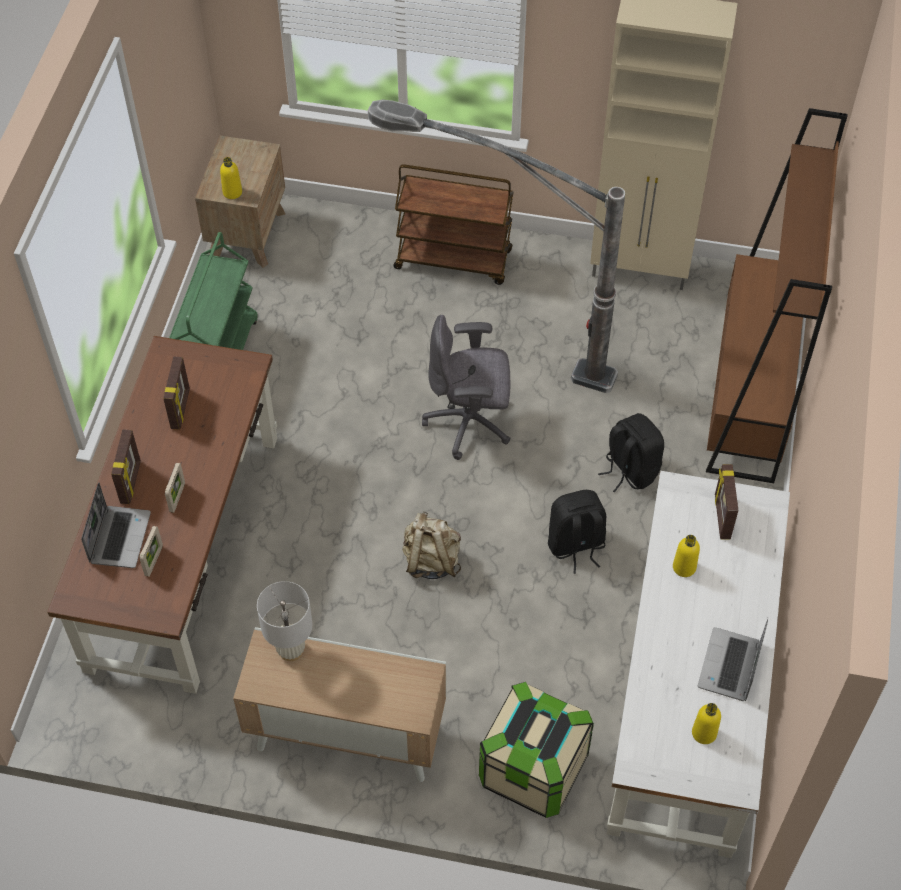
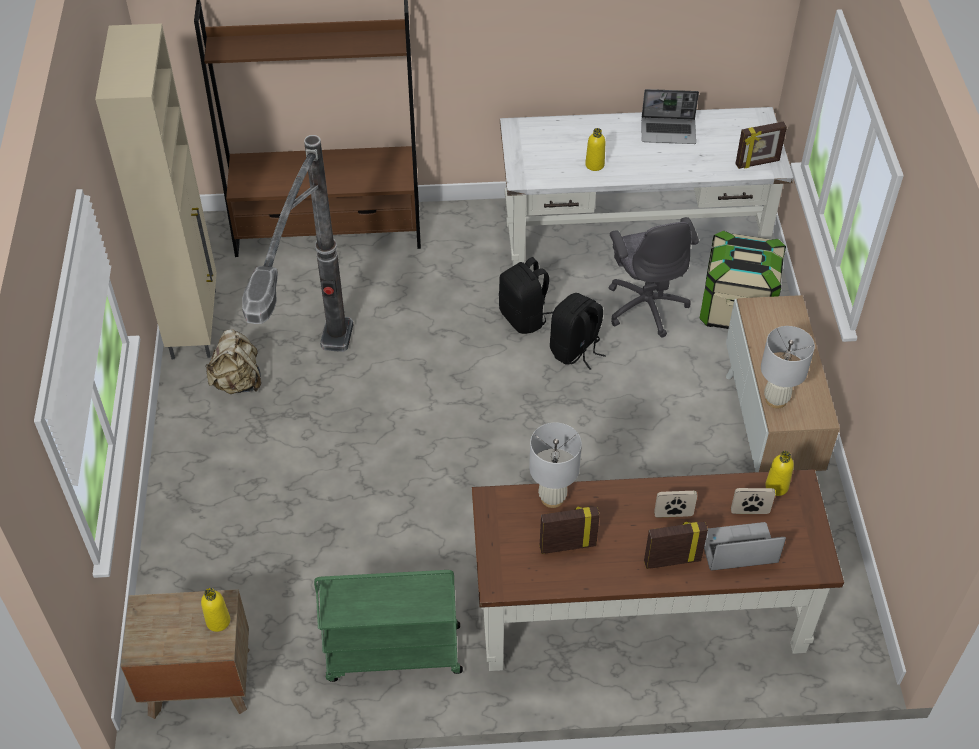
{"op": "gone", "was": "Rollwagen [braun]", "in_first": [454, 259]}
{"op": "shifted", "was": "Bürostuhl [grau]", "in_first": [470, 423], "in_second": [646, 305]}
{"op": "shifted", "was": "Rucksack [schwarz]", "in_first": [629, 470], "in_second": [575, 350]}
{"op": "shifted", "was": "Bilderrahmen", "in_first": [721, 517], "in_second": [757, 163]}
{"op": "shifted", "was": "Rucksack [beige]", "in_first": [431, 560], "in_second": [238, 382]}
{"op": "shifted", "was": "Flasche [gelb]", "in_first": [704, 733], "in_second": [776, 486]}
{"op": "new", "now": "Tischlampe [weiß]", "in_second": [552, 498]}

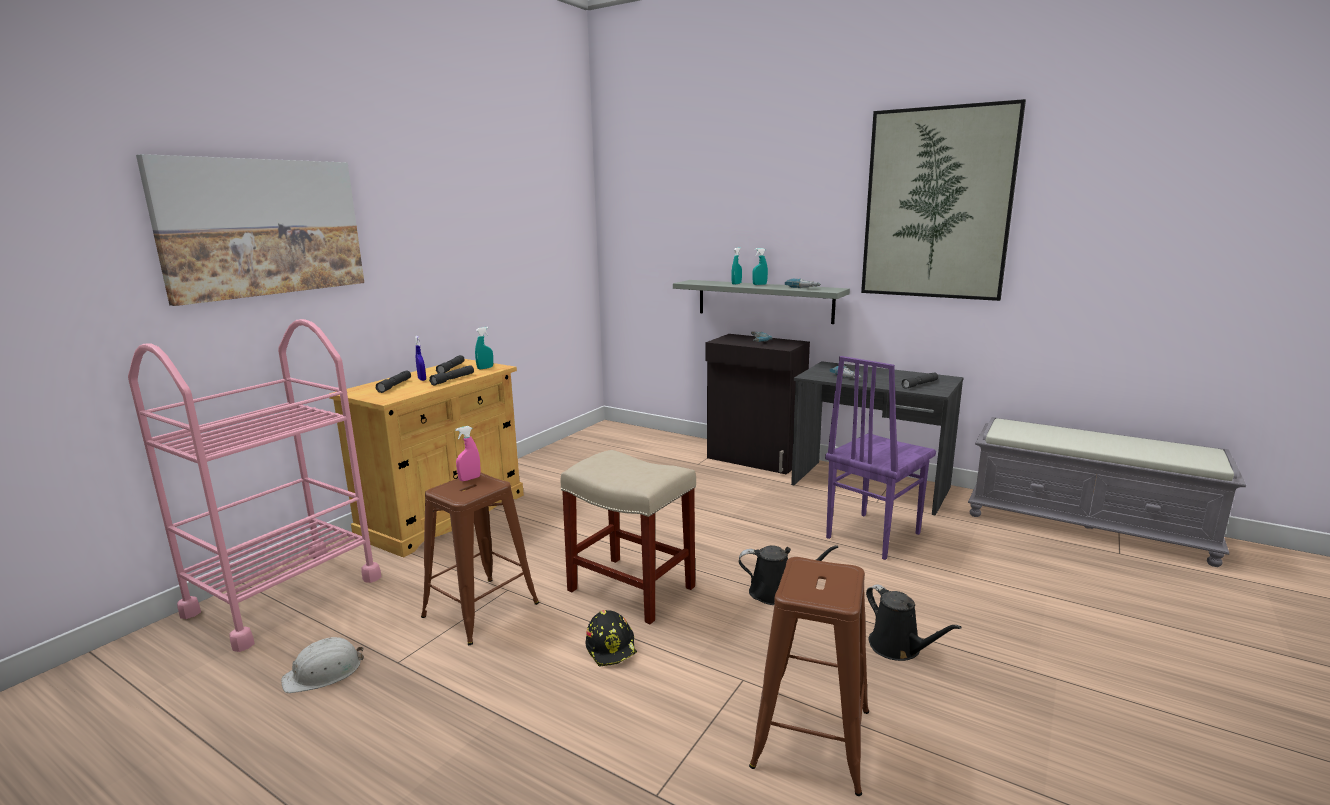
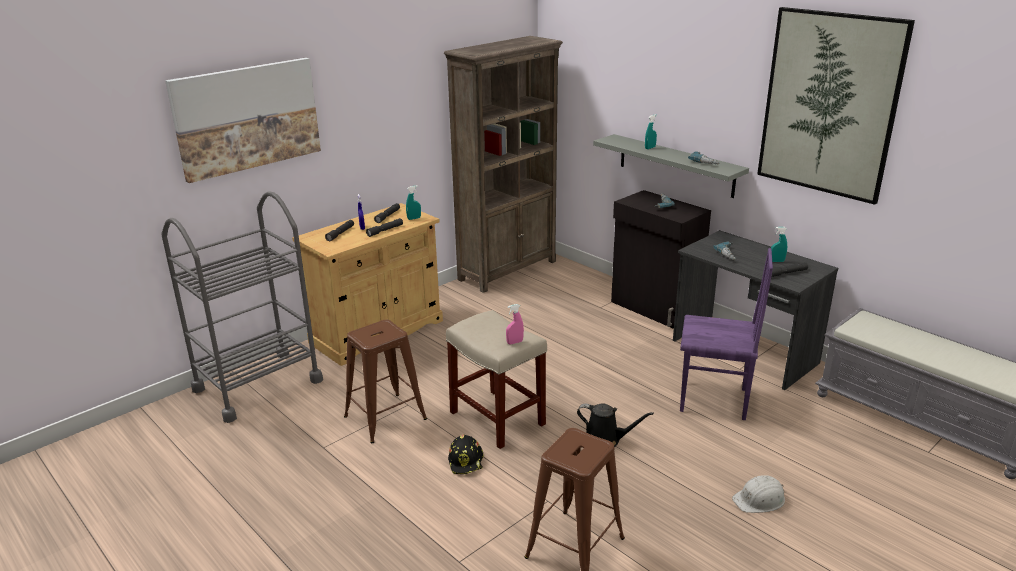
{"op": "shifted", "was": "Sprühflasche [türkis]", "in_first": [759, 284], "in_second": [776, 261]}
{"op": "repainted", "was": "Rollwagen [rosa]", "now": "Rollwagen [grau]", "in_first": [284, 595], "in_second": [258, 385]}
{"op": "rotated", "was": "Stuhl [lila]", "in_first": [871, 535], "in_second": [714, 401], "clockwise": -135}
{"op": "shifted", "was": "Sprühflasche [rosa]", "in_first": [469, 479], "in_second": [514, 342]}
{"op": "gone", "was": "Gießkanne [schwarz]", "in_first": [898, 648]}
{"op": "shifted", "was": "Schutzhelm [weiß]", "in_first": [324, 672], "in_second": [760, 499]}
{"op": "new", "now": "Bücherregal [braun]", "in_second": [508, 270]}

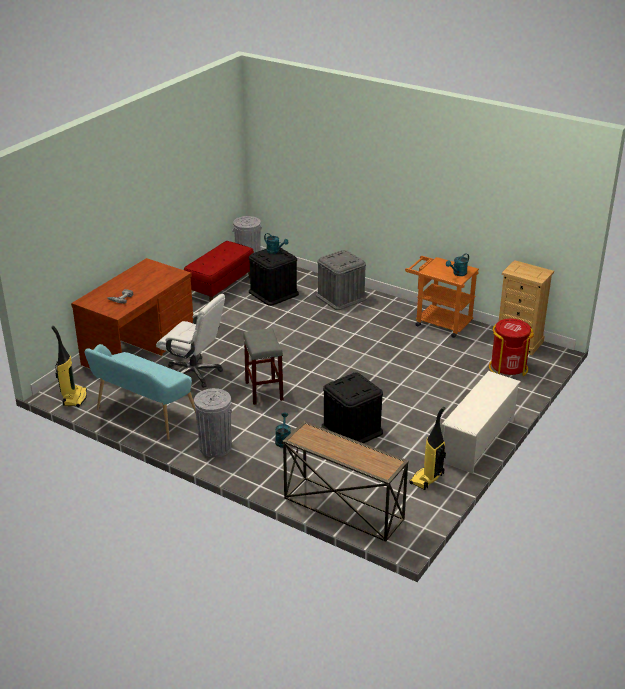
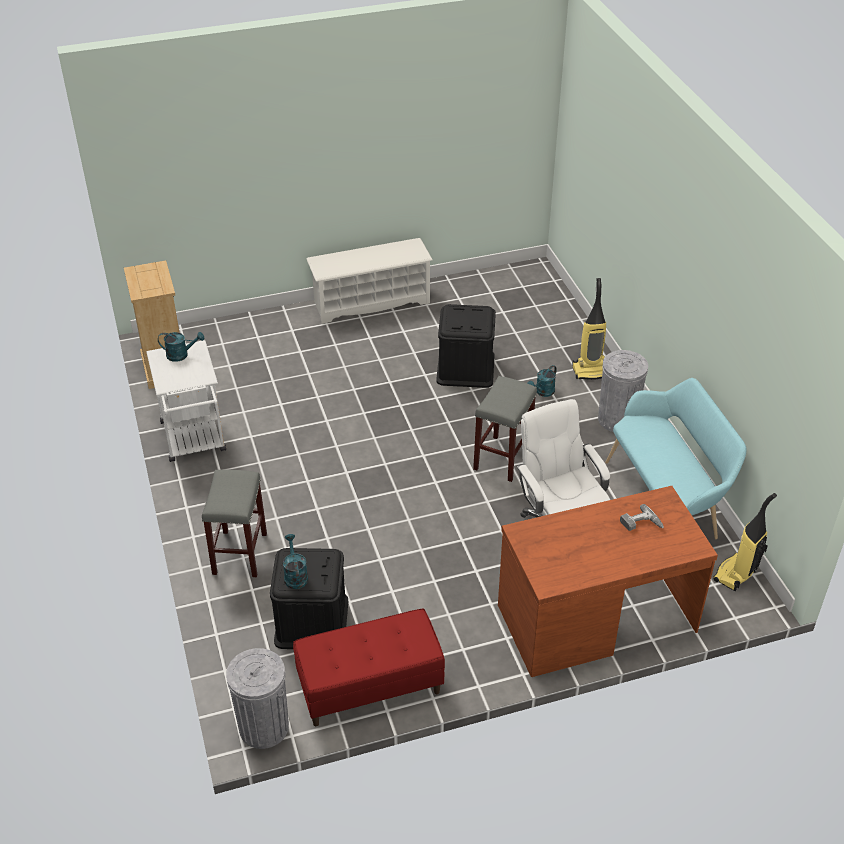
{"op": "swapped", "was": "Aufbewahrungsbox [grau]", "now": "Hocker [grau]", "in_first": [341, 297], "in_second": [239, 553]}
{"op": "repainted", "was": "Rollwagen [orange]", "now": "Rollwagen [weiß]", "in_first": [438, 322], "in_second": [194, 441]}
{"op": "gone", "was": "Mülleimer [rot]", "in_first": [508, 368]}
{"op": "shifted", "was": "Staubsauger", "in_first": [427, 479], "in_second": [592, 370]}
{"op": "gone", "was": "Konsolentisch", "in_first": [342, 508]}

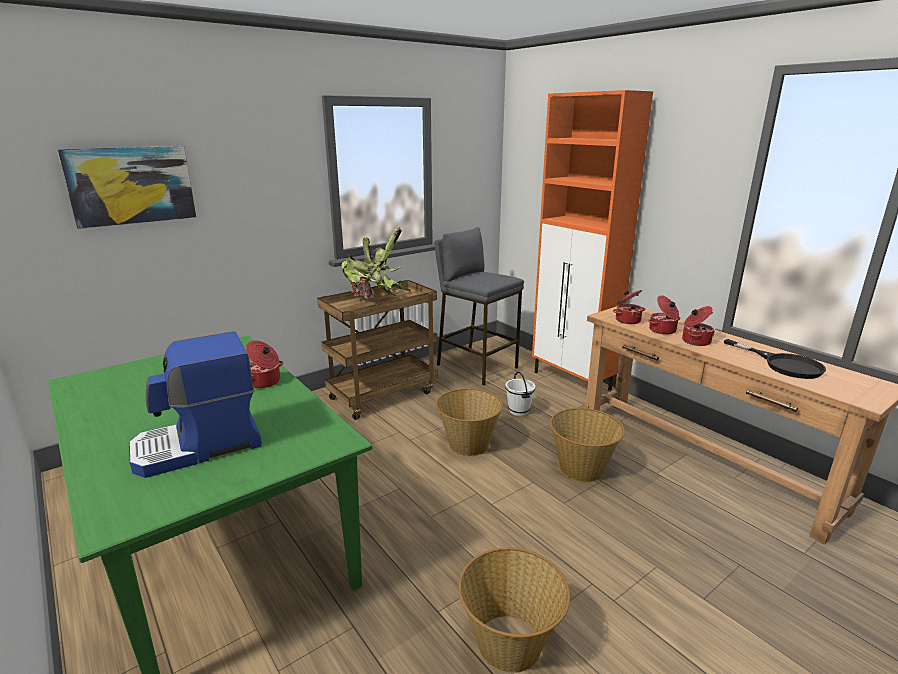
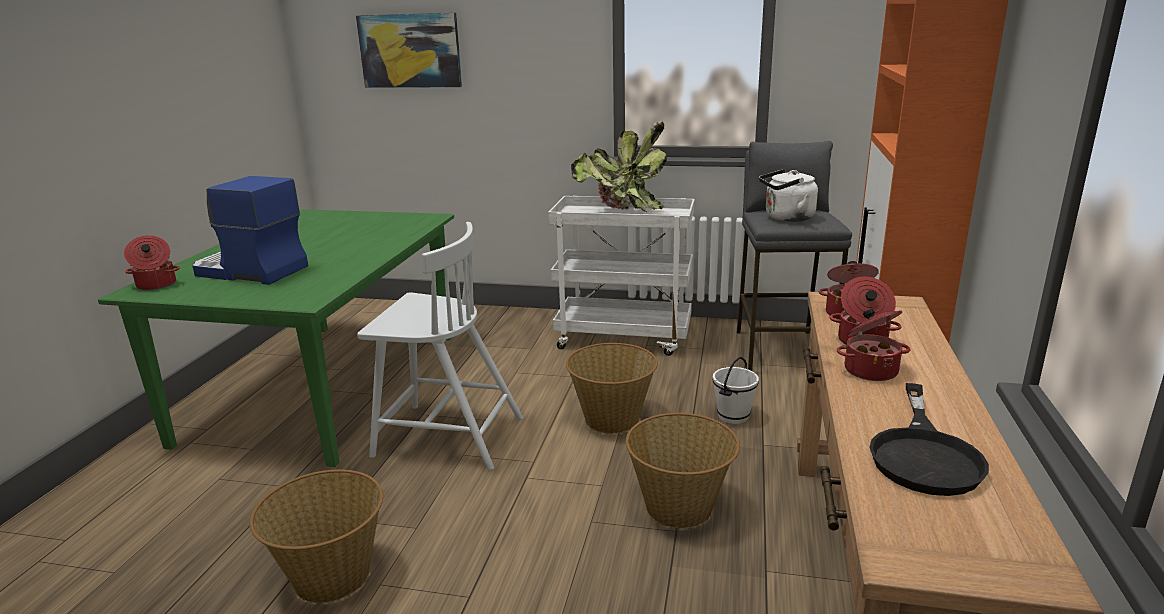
{"op": "repainted", "was": "Rollwagen [braun]", "now": "Rollwagen [weiß]", "in_first": [383, 394], "in_second": [624, 338]}
{"op": "shifted", "was": "Kochtopf", "in_first": [265, 382], "in_second": [156, 285]}
{"op": "new", "now": "Wasserkessel [weiß]", "in_second": [786, 218]}
{"op": "new", "now": "Stuhl [weiß]", "in_second": [446, 436]}

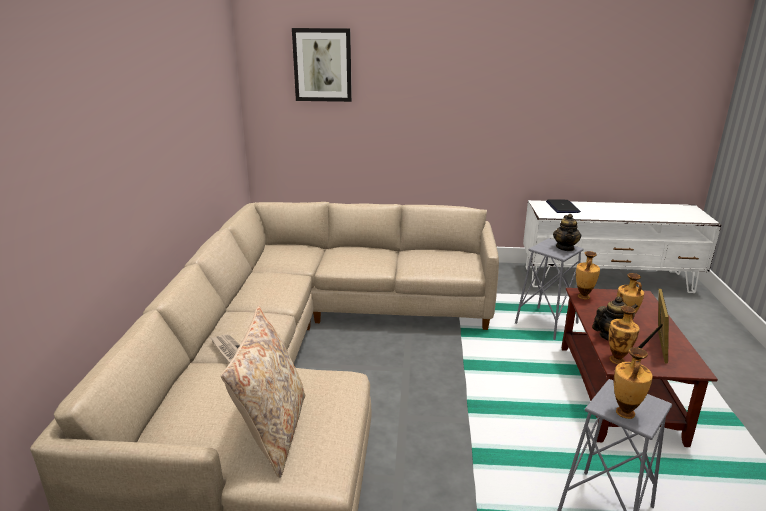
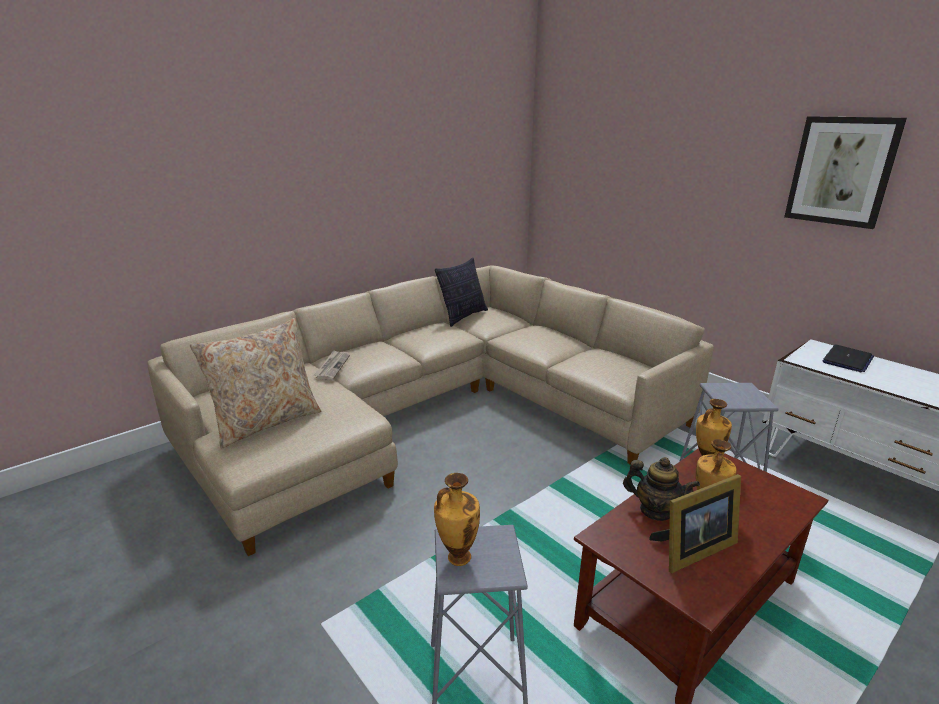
{"op": "shifted", "was": "Bild", "in_first": [322, 65], "in_second": [841, 171]}
{"op": "gone", "was": "Teekanne", "in_first": [565, 247]}
{"op": "gone", "was": "Vase", "in_first": [617, 359]}
{"op": "new", "now": "Kissen", "in_second": [463, 316]}

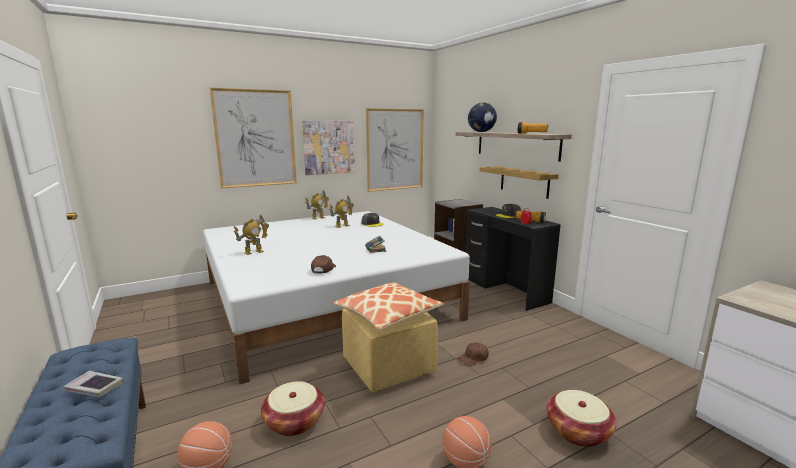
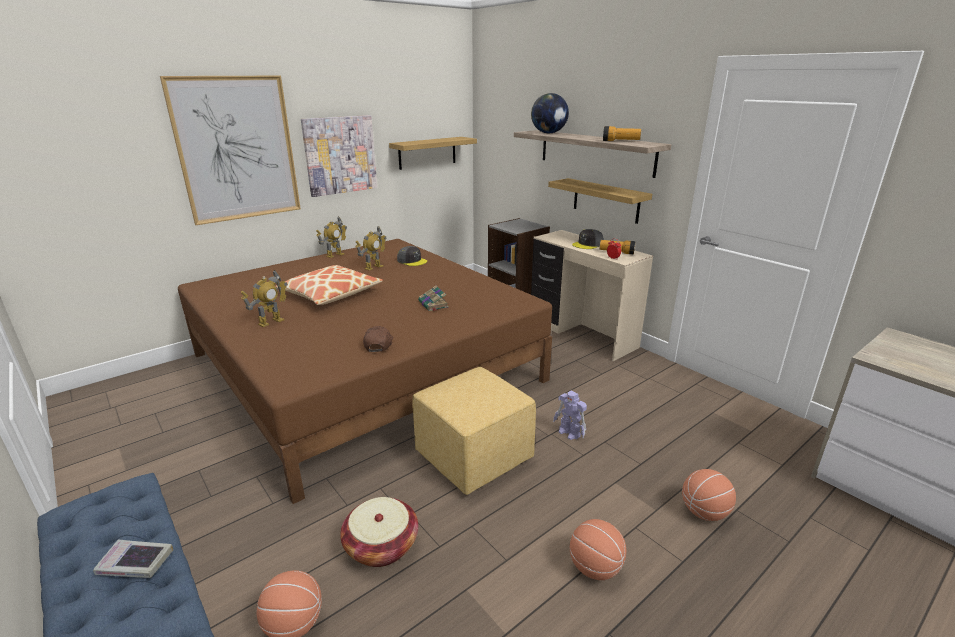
{"op": "swapped", "was": "Bild", "now": "Wandregal", "in_first": [395, 149], "in_second": [427, 153]}
{"op": "repainted", "was": "Schreibtisch [schwarz]", "now": "Schreibtisch [beige]", "in_first": [504, 290], "in_second": [581, 334]}
{"op": "repainted", "was": "Bett [weiß]", "now": "Bett [braun]", "in_first": [326, 299], "in_second": [365, 367]}
{"op": "shifted", "was": "Kissen", "in_first": [388, 314], "in_second": [331, 294]}
{"op": "swapped", "was": "Kappe [braun]", "now": "Spielzeugroboter", "in_first": [473, 358], "in_second": [569, 433]}
{"op": "swapped", "was": "Korb", "now": "Basketball", "in_first": [578, 431], "in_second": [703, 512]}

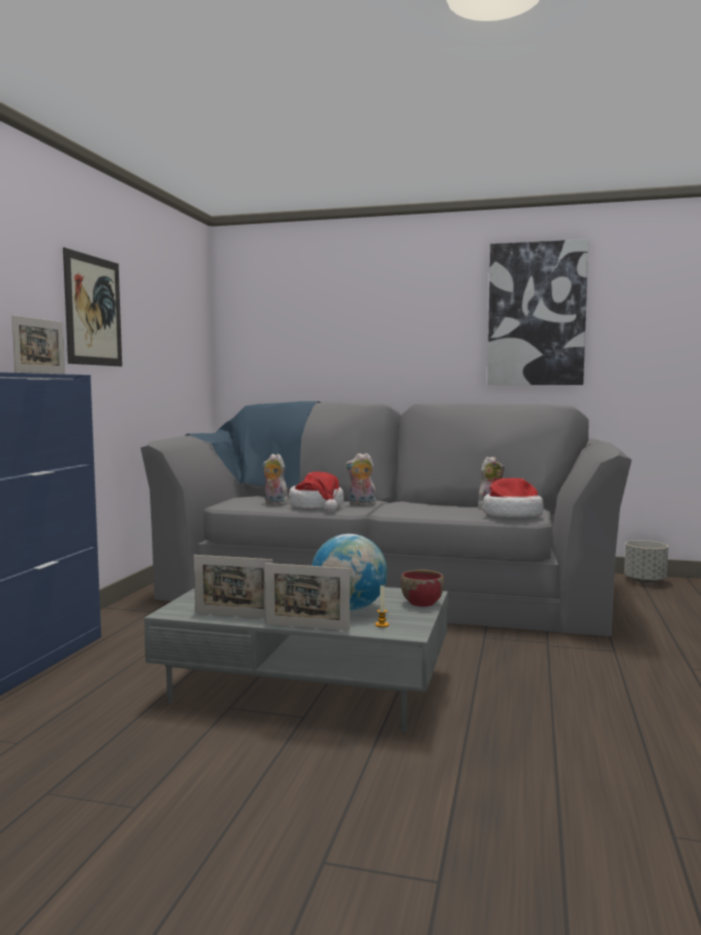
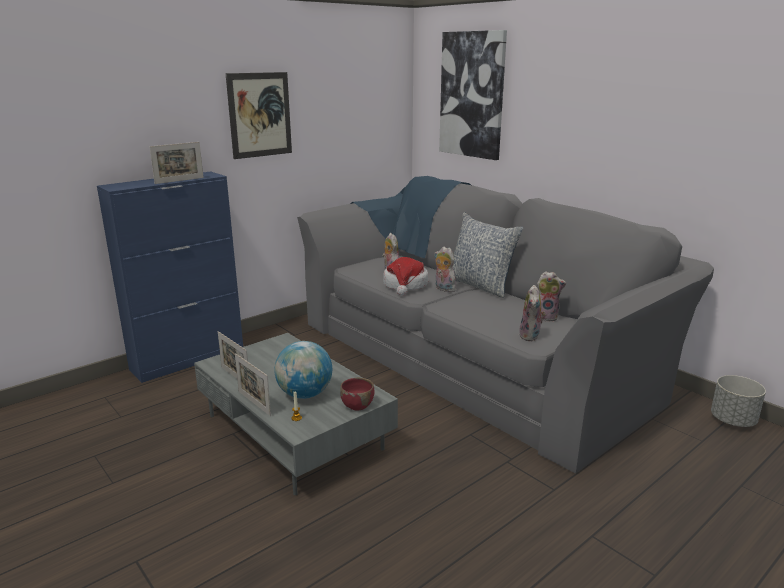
{"op": "shifted", "was": "Bild", "in_first": [536, 314], "in_second": [472, 95]}
{"op": "swapped", "was": "Hut", "now": "Plüschtier", "in_first": [512, 515], "in_second": [531, 336]}
{"op": "new", "now": "Kissen", "in_second": [480, 285]}

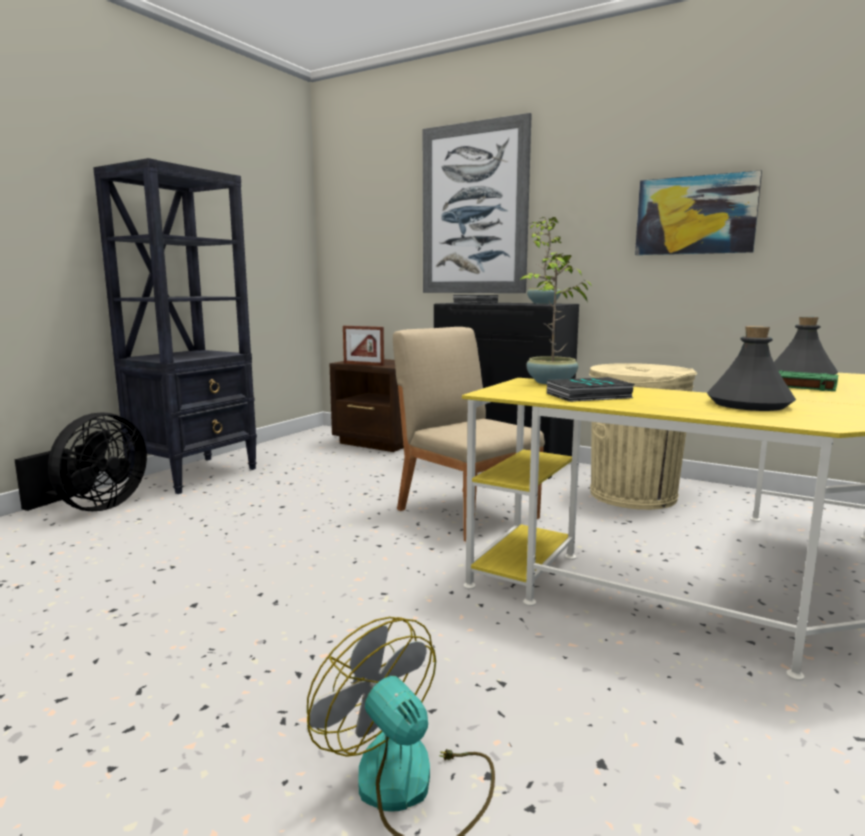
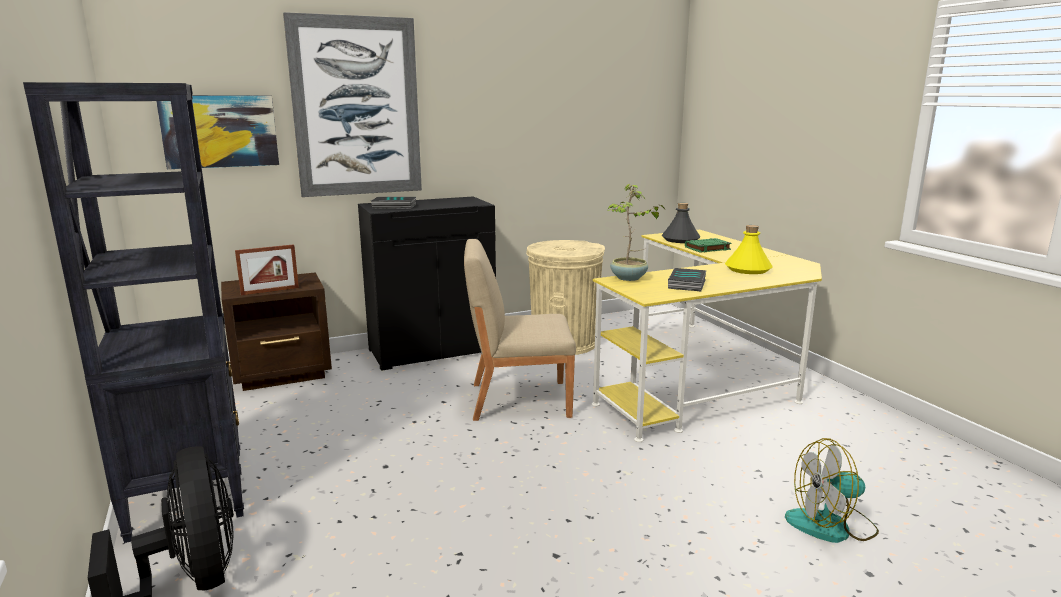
{"op": "shifted", "was": "Bild", "in_first": [695, 215], "in_second": [220, 131]}
{"op": "gone", "was": "Topfpflanze", "in_first": [542, 303]}
{"op": "repainted", "was": "Flasche [grau]", "now": "Flasche [gelb]", "in_first": [749, 405], "in_second": [748, 269]}

